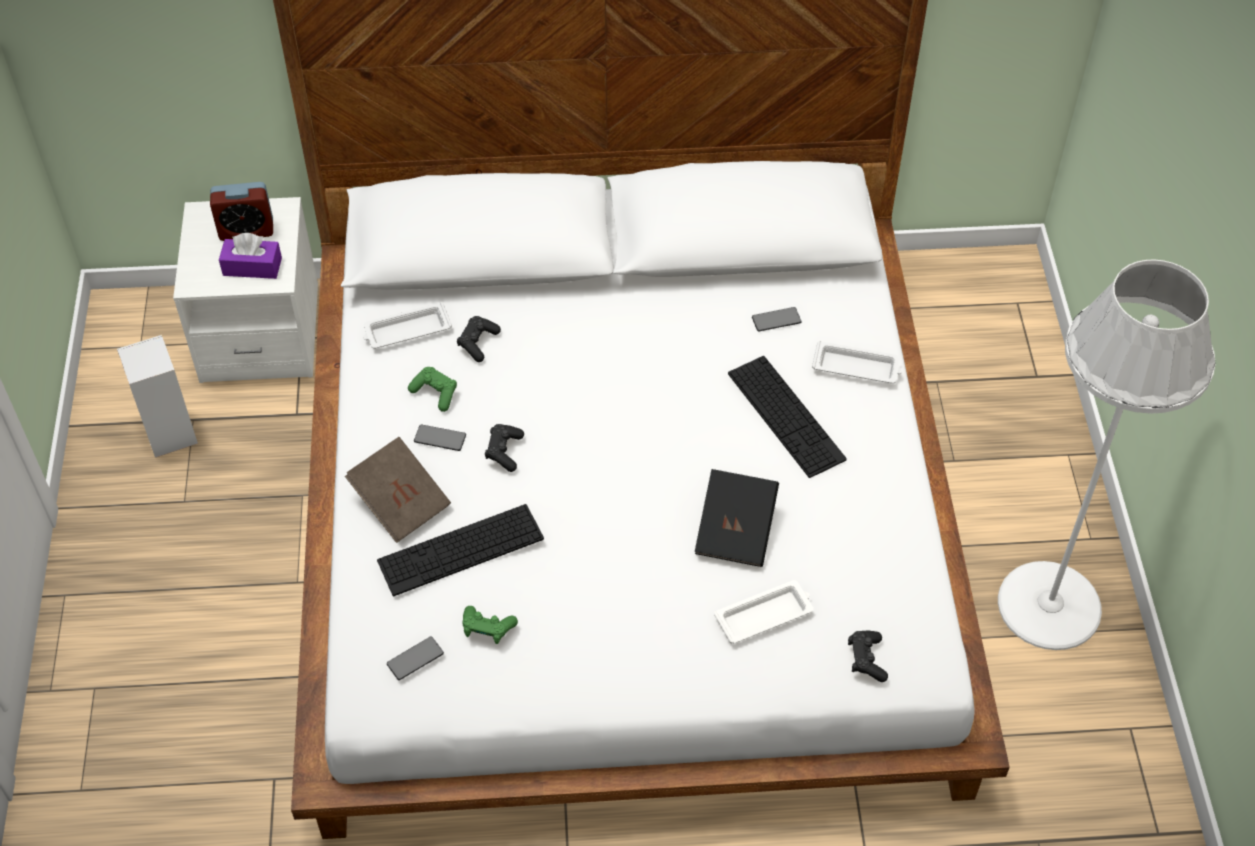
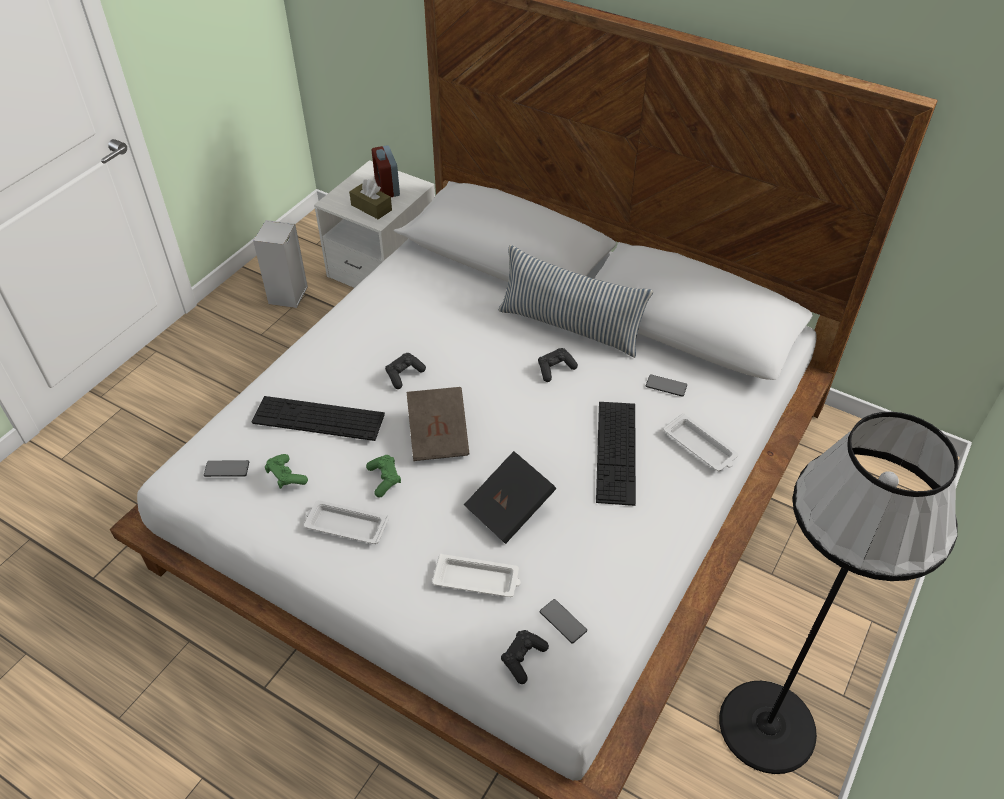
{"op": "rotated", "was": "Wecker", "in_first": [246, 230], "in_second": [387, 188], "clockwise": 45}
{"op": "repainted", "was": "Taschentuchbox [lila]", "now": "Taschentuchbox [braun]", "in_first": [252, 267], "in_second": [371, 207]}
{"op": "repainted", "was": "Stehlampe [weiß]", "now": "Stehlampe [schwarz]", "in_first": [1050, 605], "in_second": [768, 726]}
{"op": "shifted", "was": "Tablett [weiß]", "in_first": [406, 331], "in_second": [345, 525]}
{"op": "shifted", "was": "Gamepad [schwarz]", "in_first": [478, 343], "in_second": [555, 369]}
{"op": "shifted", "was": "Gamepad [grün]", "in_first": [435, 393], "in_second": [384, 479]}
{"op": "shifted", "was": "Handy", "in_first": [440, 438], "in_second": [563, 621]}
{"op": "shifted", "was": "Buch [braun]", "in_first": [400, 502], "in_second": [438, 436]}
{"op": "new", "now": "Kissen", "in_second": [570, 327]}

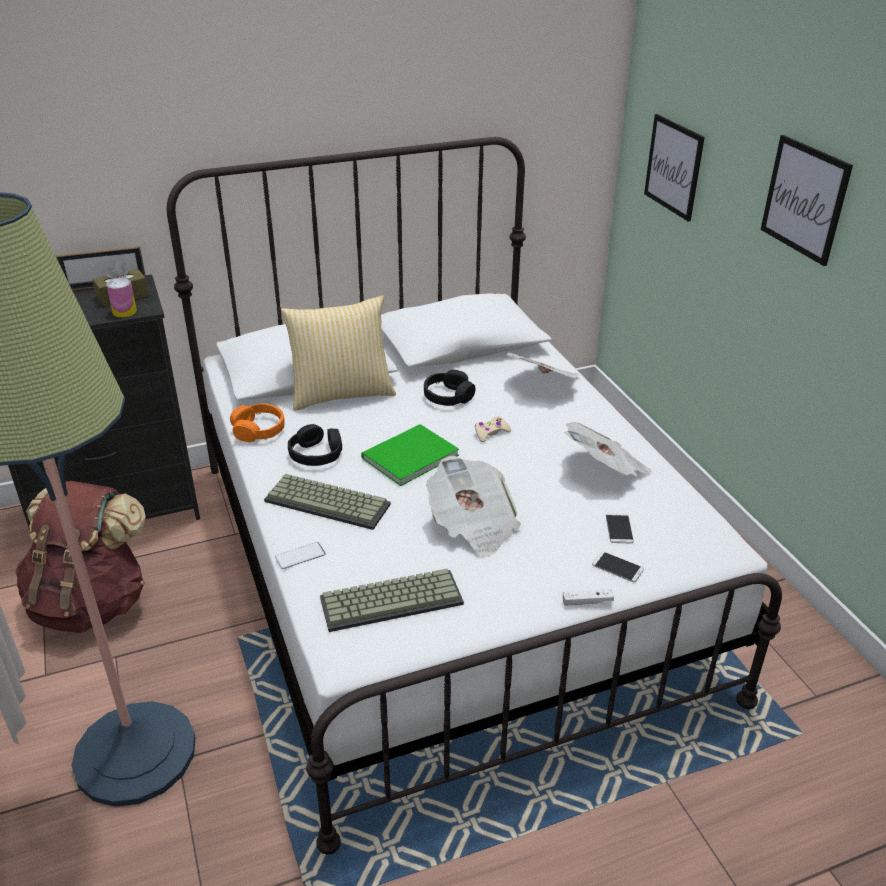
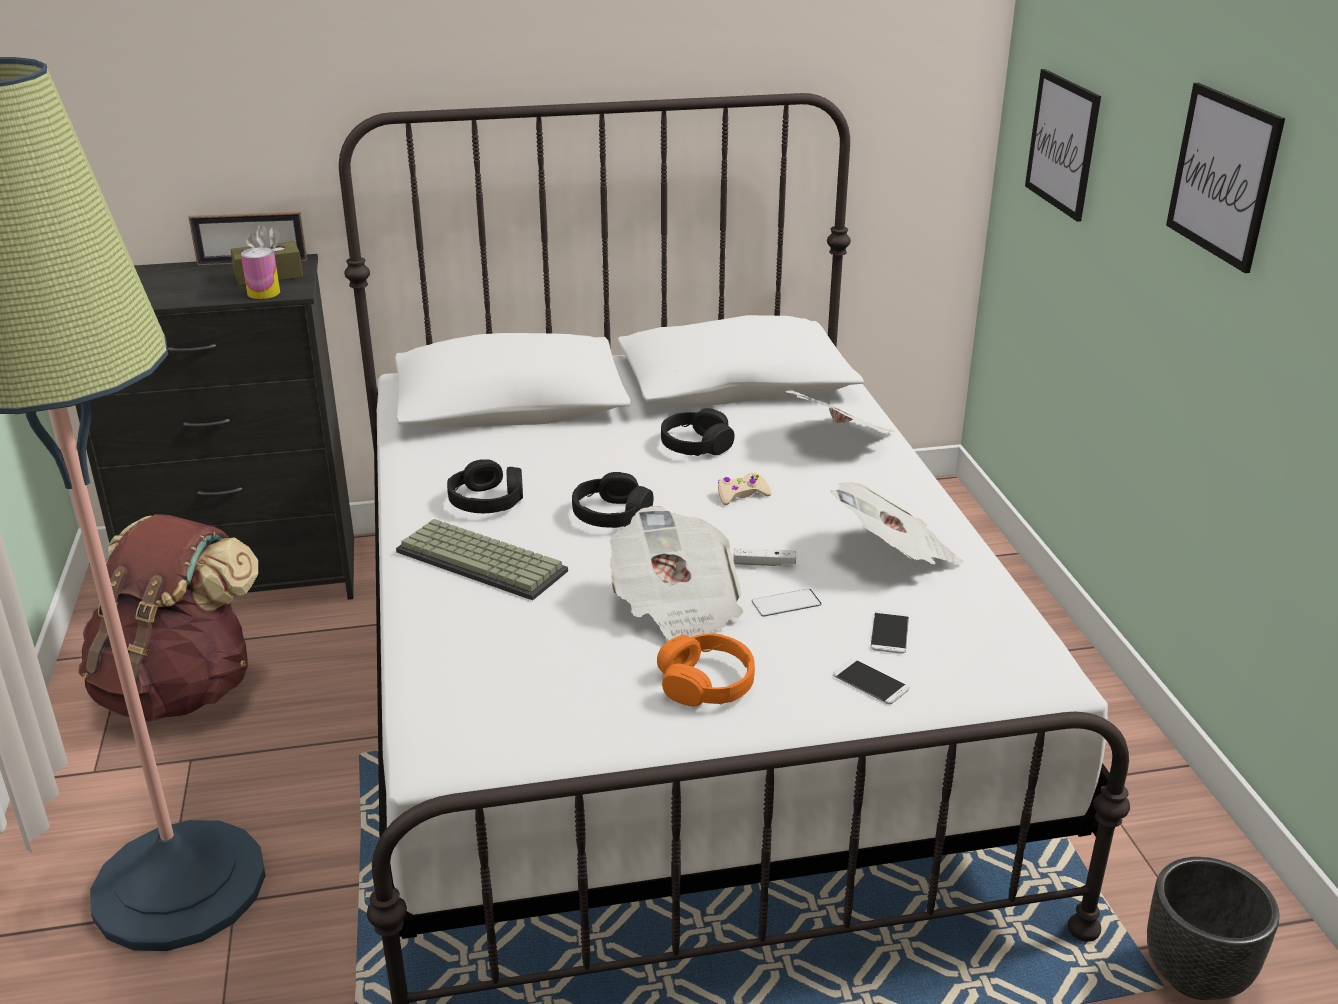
{"op": "gone", "was": "Kissen", "in_first": [341, 394]}
{"op": "shifted", "was": "Kopfhörer [orange]", "in_first": [259, 430], "in_second": [706, 683]}
{"op": "swapped", "was": "Buch [grün]", "now": "Kopfhörer [schwarz]", "in_first": [407, 456], "in_second": [611, 514]}
{"op": "shifted", "was": "Handy", "in_first": [300, 556], "in_second": [786, 603]}
{"op": "gone", "was": "Tastatur", "in_first": [392, 599]}
{"op": "shifted", "was": "Gamepad [weiß]", "in_first": [587, 601], "in_second": [764, 563]}
{"op": "new", "now": "Pflanzkübel [schwarz]", "in_second": [1194, 977]}

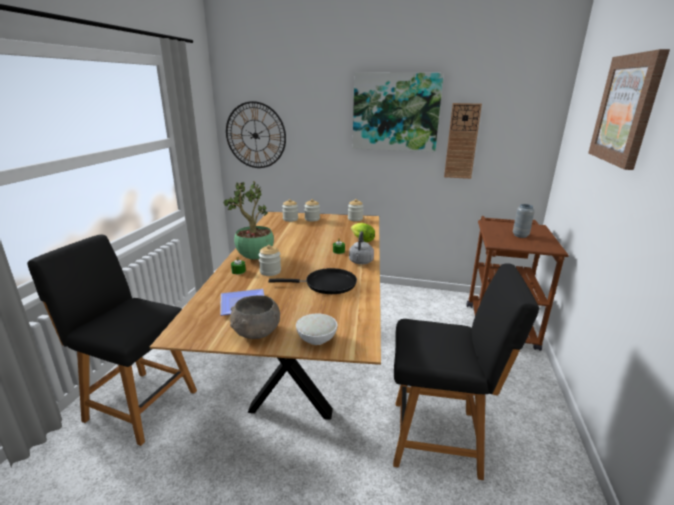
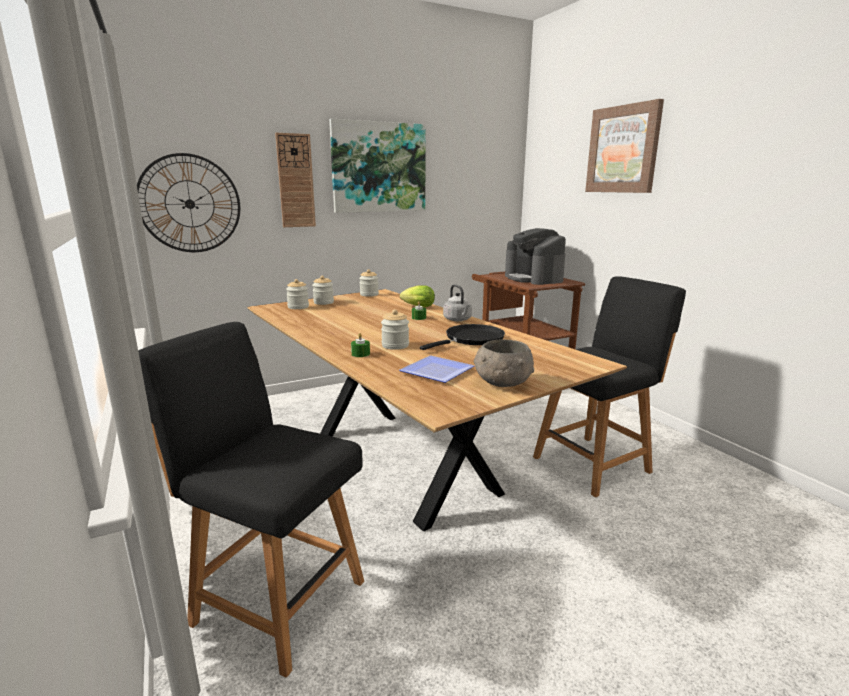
{"op": "shifted", "was": "Wanduhr", "in_first": [462, 141], "in_second": [295, 181]}
{"op": "gone", "was": "Topfpflanze", "in_first": [254, 258]}
{"op": "swapped", "was": "Vase [grau]", "now": "Kaffeemaschine", "in_first": [520, 235], "in_second": [533, 278]}
{"op": "rotated", "was": "Stuhl [schwarz]", "in_first": [139, 404], "in_second": [275, 599], "clockwise": 45}
{"op": "gone", "was": "Schüssel [weiß]", "in_first": [316, 339]}

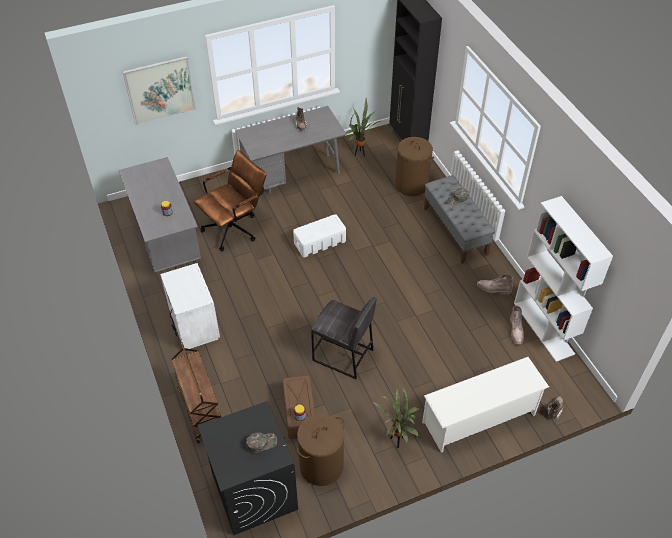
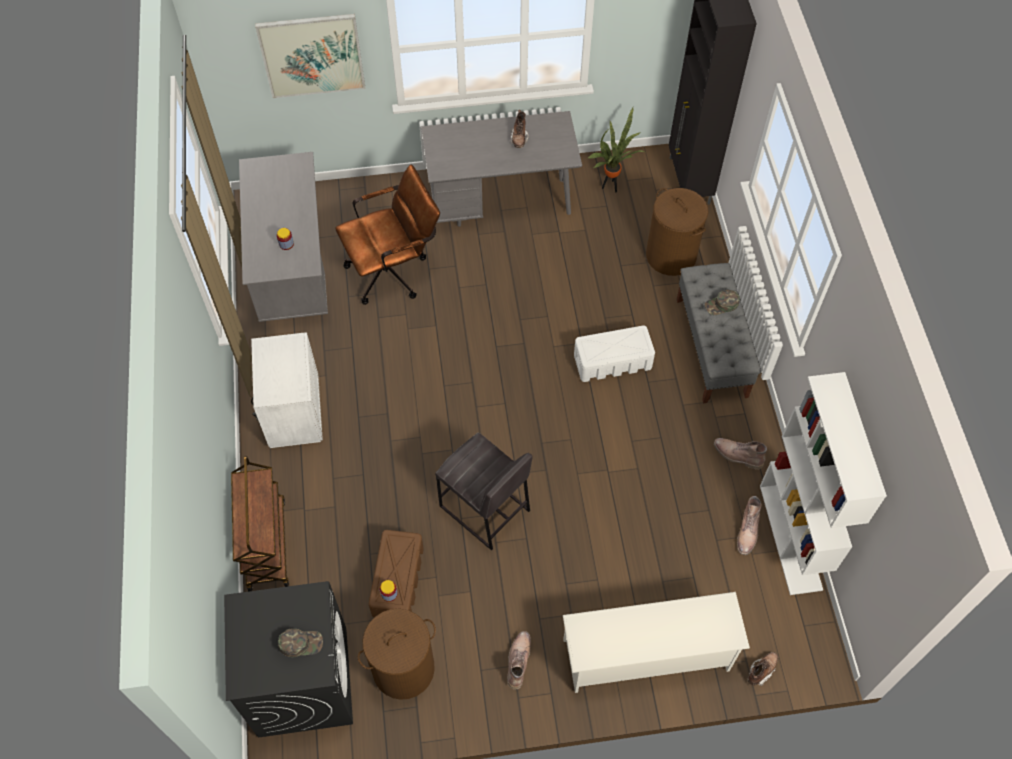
{"op": "shifted", "was": "Aufbewahrungsbox [weiß]", "in_first": [320, 242], "in_second": [613, 361]}
{"op": "swapped", "was": "Topfpflanze", "now": "Stiefel [braun]", "in_first": [397, 442], "in_second": [518, 660]}

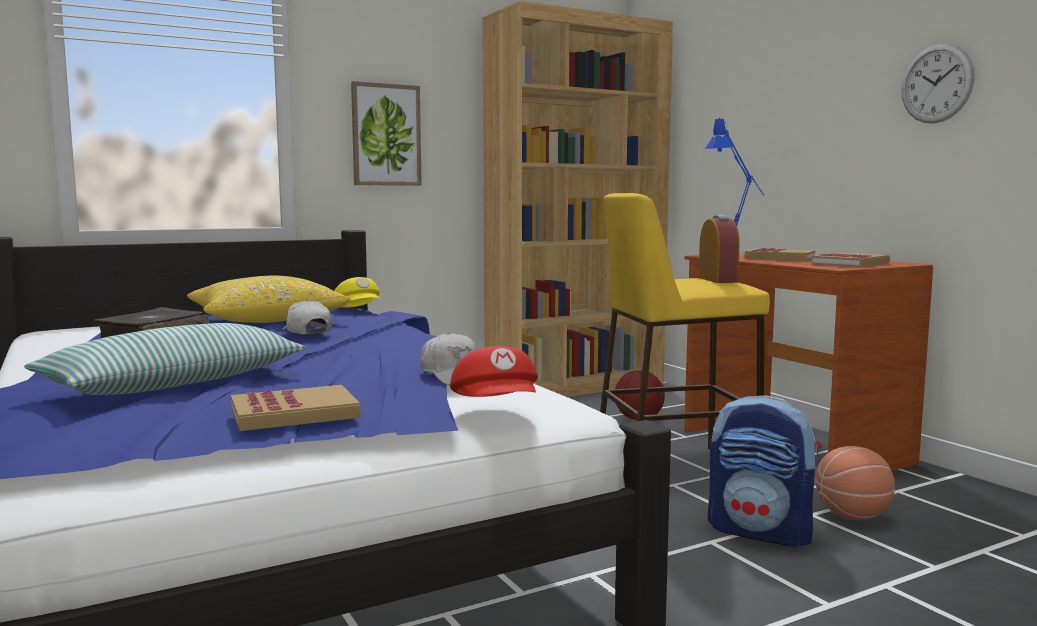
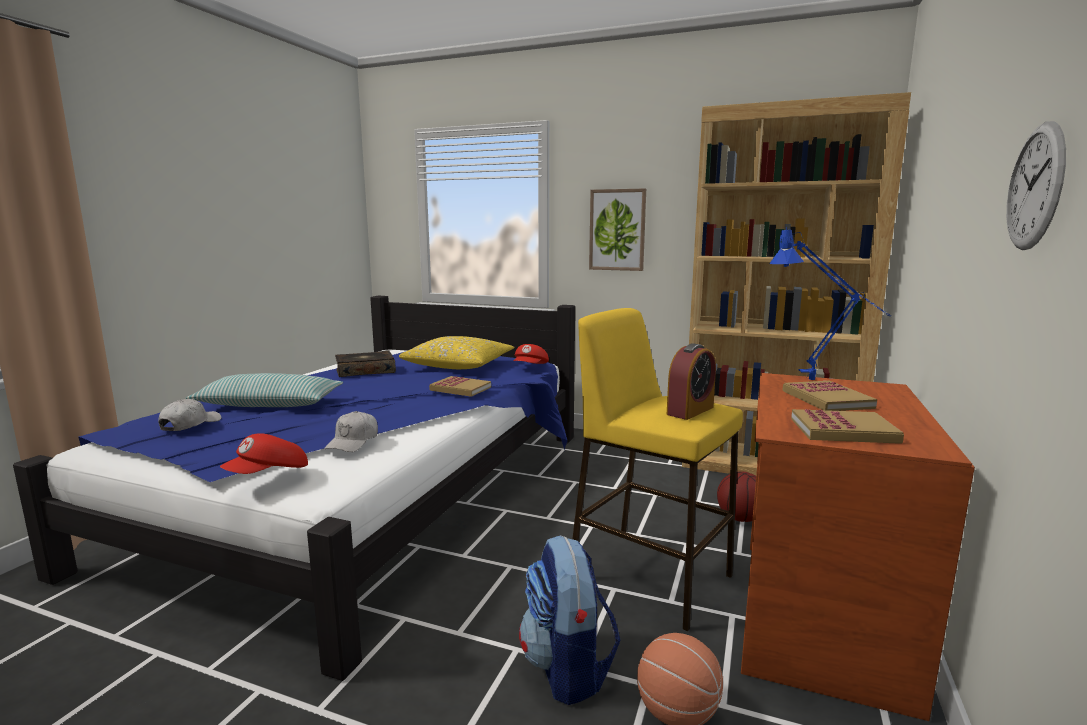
{"op": "repainted", "was": "Kappe [gelb]", "now": "Kappe [rot]", "in_first": [358, 310], "in_second": [530, 367]}
{"op": "shifted", "was": "Kappe [weiß]", "in_first": [307, 332], "in_second": [190, 424]}
{"op": "shifted", "was": "Buch", "in_first": [294, 413], "in_second": [460, 389]}

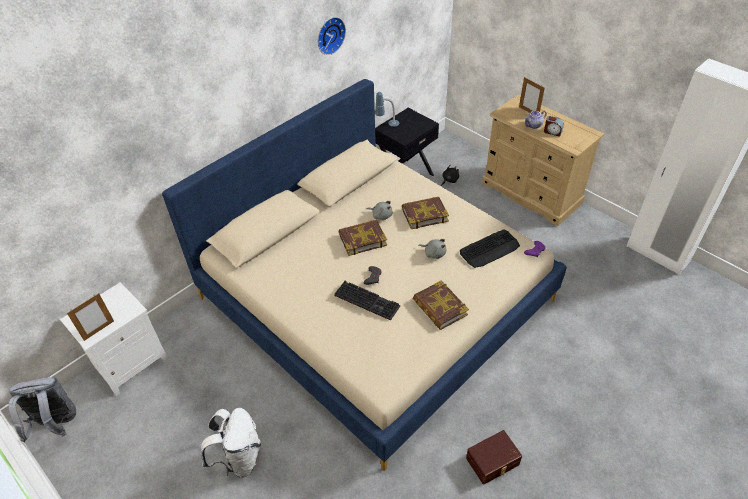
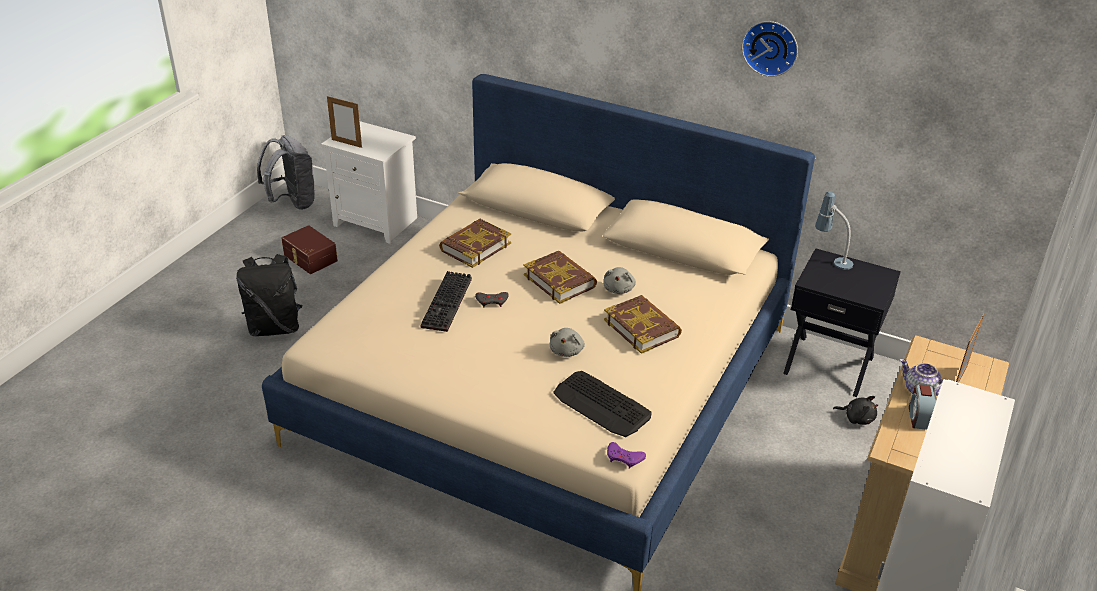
{"op": "shifted", "was": "Buch", "in_first": [439, 308], "in_second": [475, 247]}
{"op": "repainted", "was": "Rucksack [weiß]", "now": "Rucksack [schwarz]", "in_first": [239, 458], "in_second": [275, 327]}
{"op": "shifted", "was": "Aufbewahrungsbox [braun]", "in_first": [493, 462], "in_second": [309, 258]}

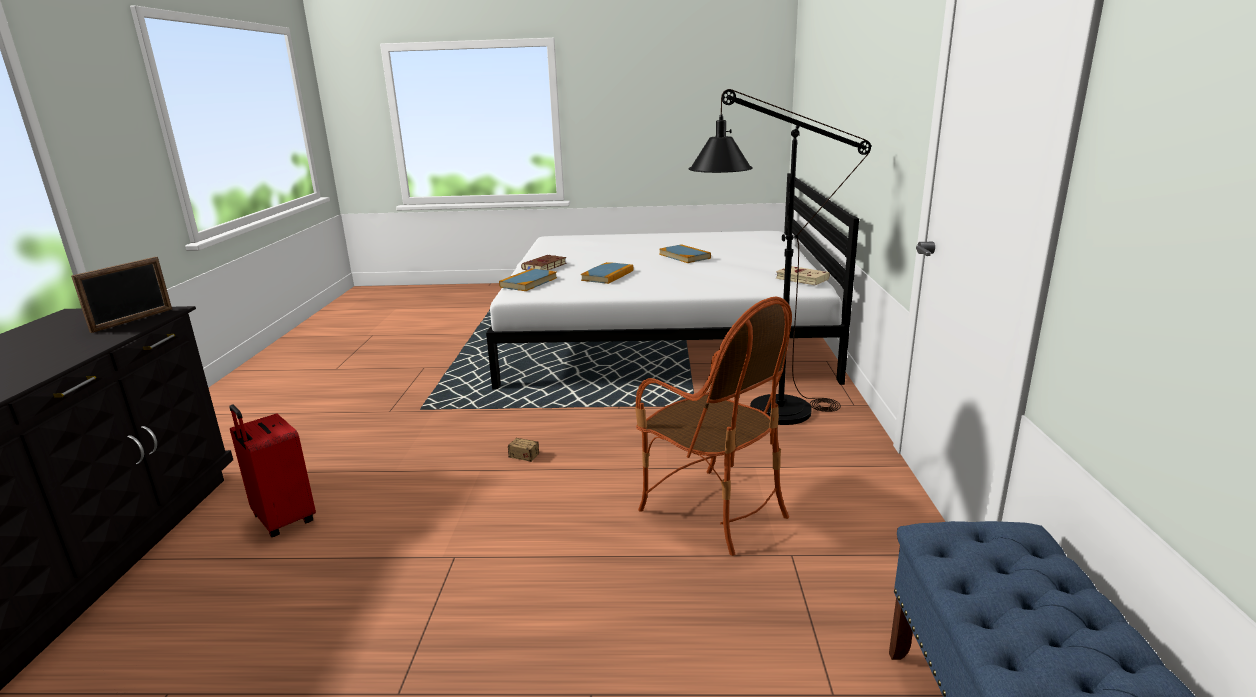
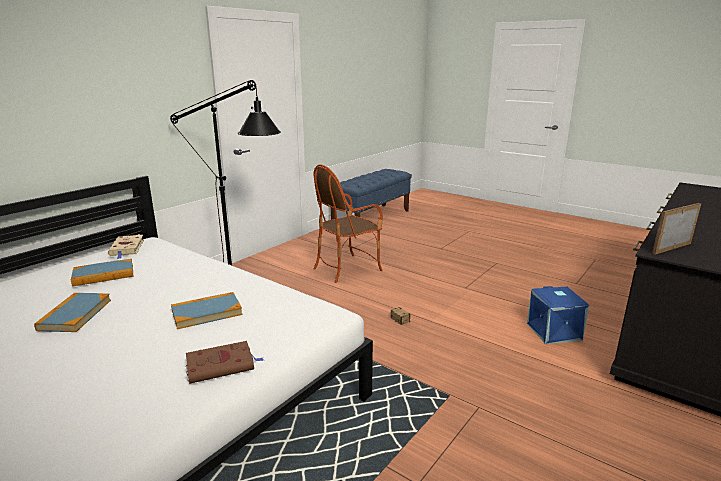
{"op": "shifted", "was": "Buch", "in_first": [528, 282], "in_second": [104, 275]}
{"op": "rotated", "was": "Sessel", "in_first": [712, 511], "in_second": [347, 268], "clockwise": -120}
{"op": "swapped", "was": "Koffer [rot]", "now": "Aufbewahrungsbox [blau]", "in_first": [282, 520], "in_second": [554, 331]}

